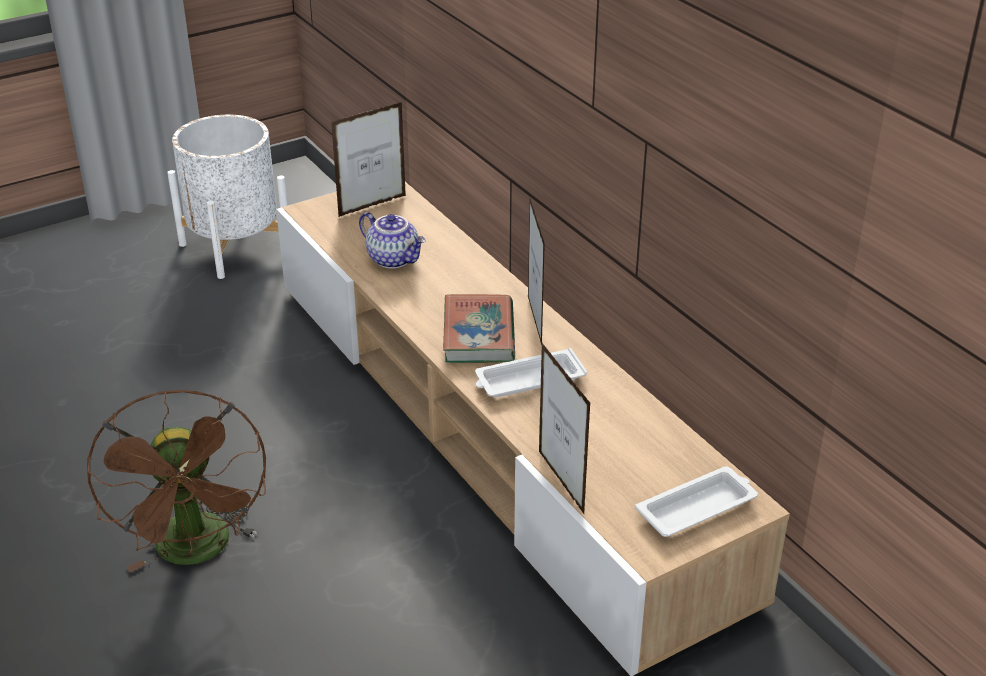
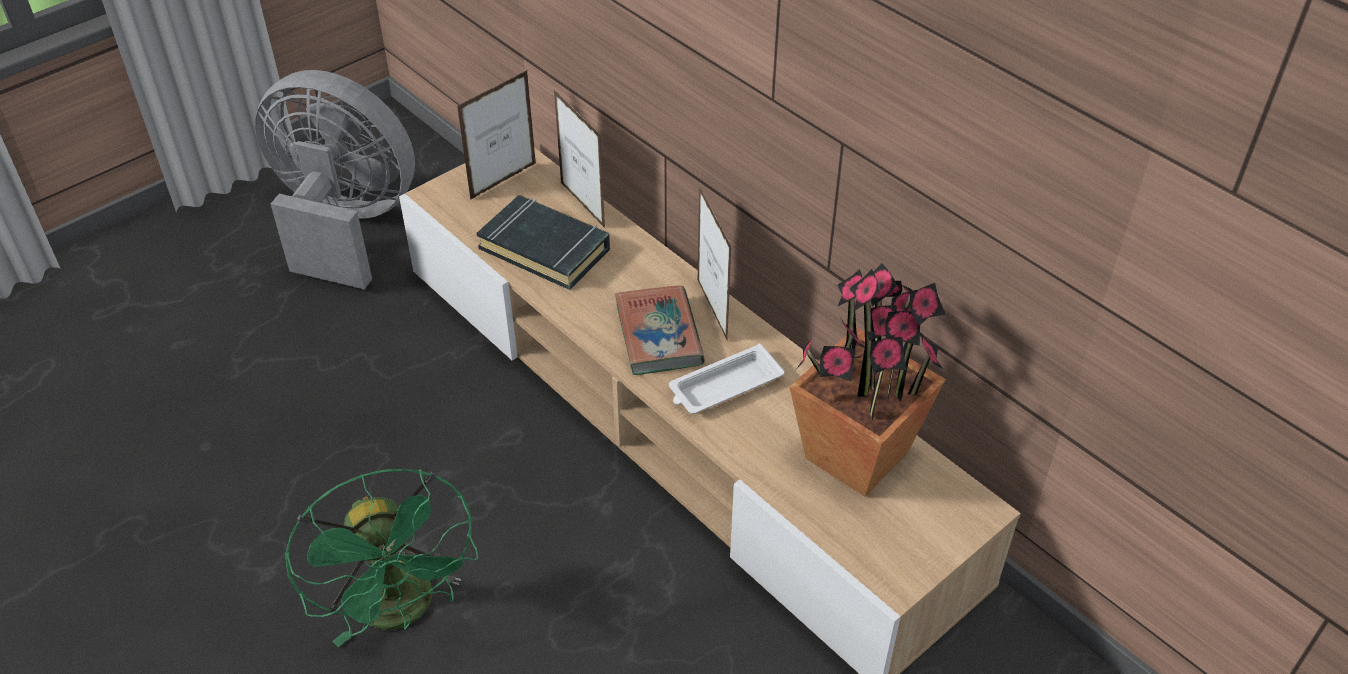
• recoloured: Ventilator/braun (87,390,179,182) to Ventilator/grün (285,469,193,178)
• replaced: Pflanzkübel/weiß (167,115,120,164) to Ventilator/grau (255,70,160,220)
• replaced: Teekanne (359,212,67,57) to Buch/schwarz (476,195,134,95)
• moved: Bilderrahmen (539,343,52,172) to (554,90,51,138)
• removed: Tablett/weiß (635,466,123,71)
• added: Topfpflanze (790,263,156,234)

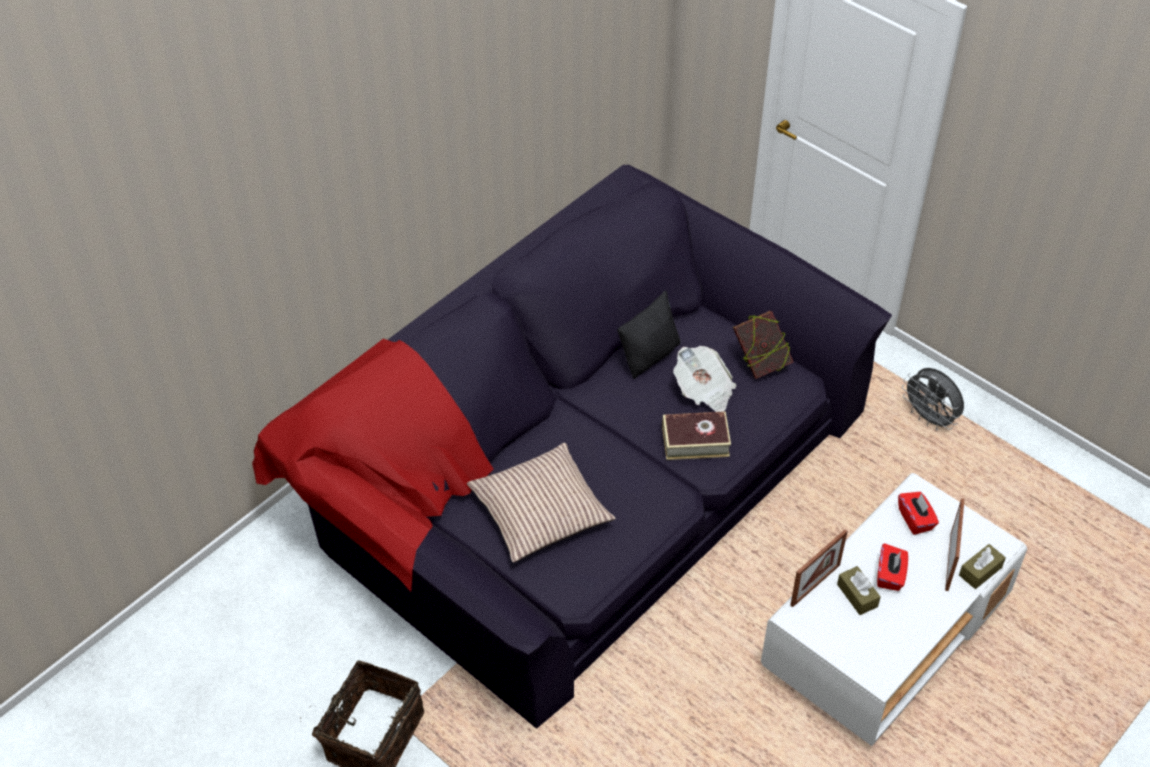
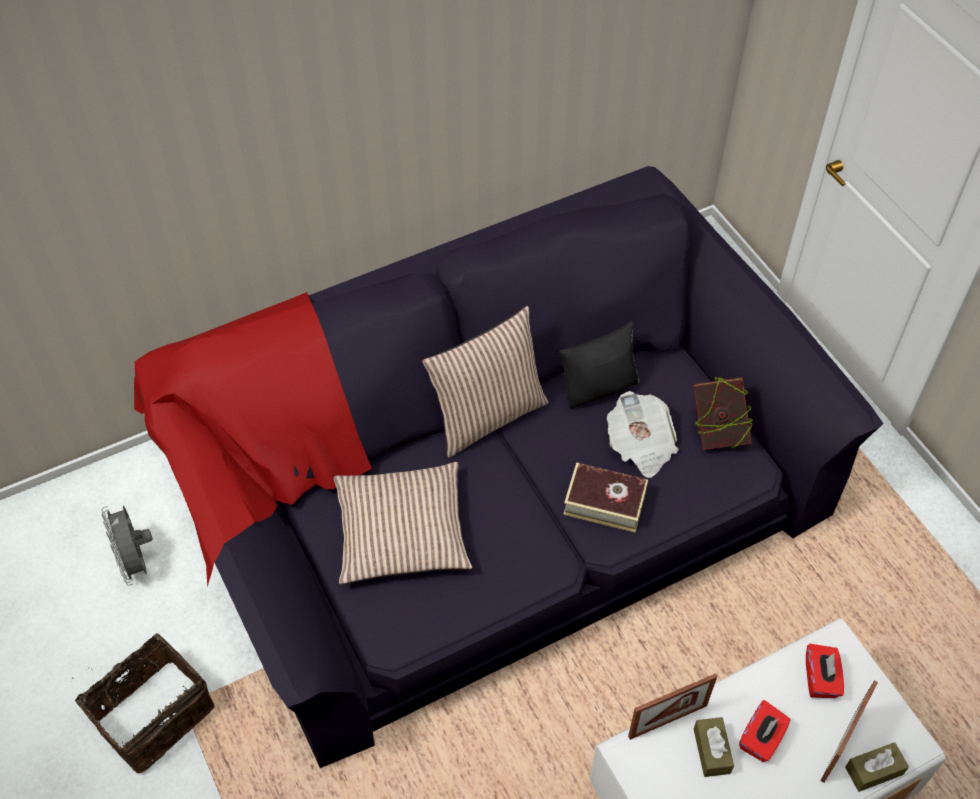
• moved: Ventilator/grau (902,368,62,63) to (101,506,52,80)
• added: Kissen (422,306,127,152)

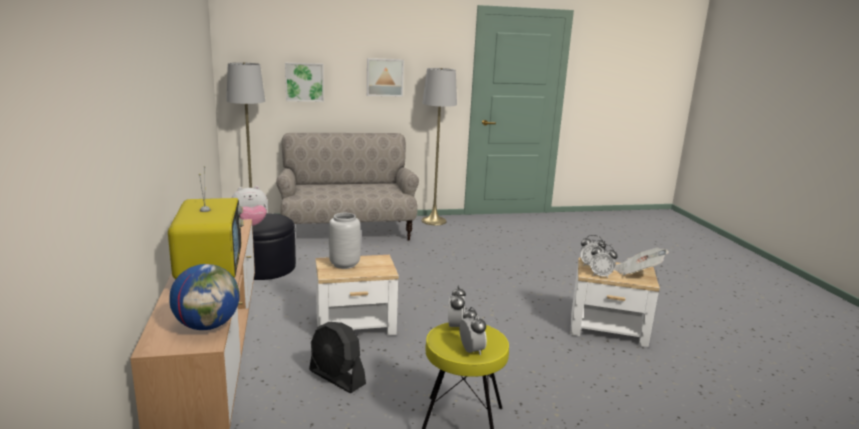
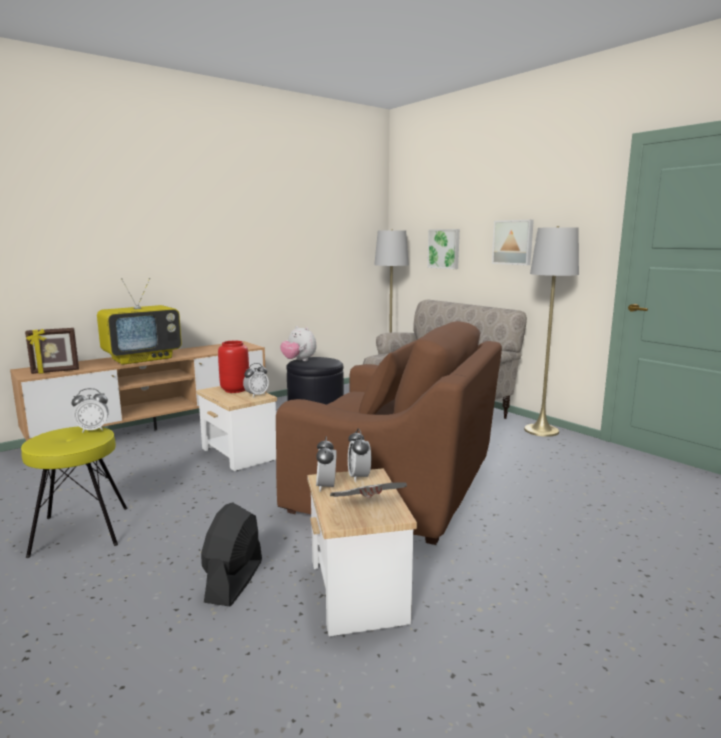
• replaced: Globus (169,264,71,66) to Bilderrahmen (25,328,54,46)
• moved: Ventilator/schwarz (309,322,57,71) to (201,502,61,104)
• recoloured: Vase/grau (329,213,32,56) to Vase/rot (218,341,31,52)
• moved: Wecker (459,307,28,48) to (243,363,26,34)
• added: Sessel/braun (276,321,226,224)

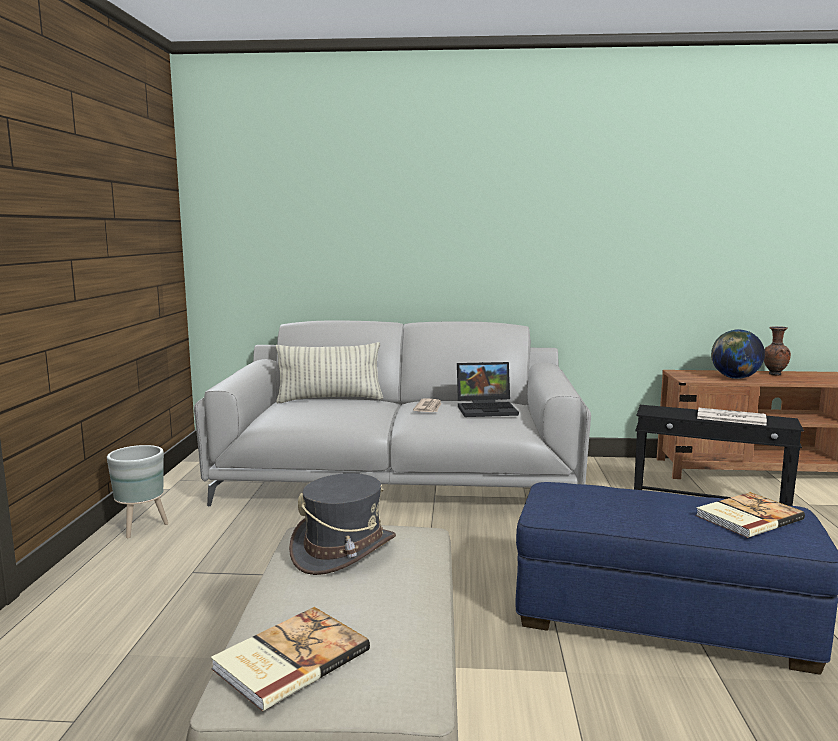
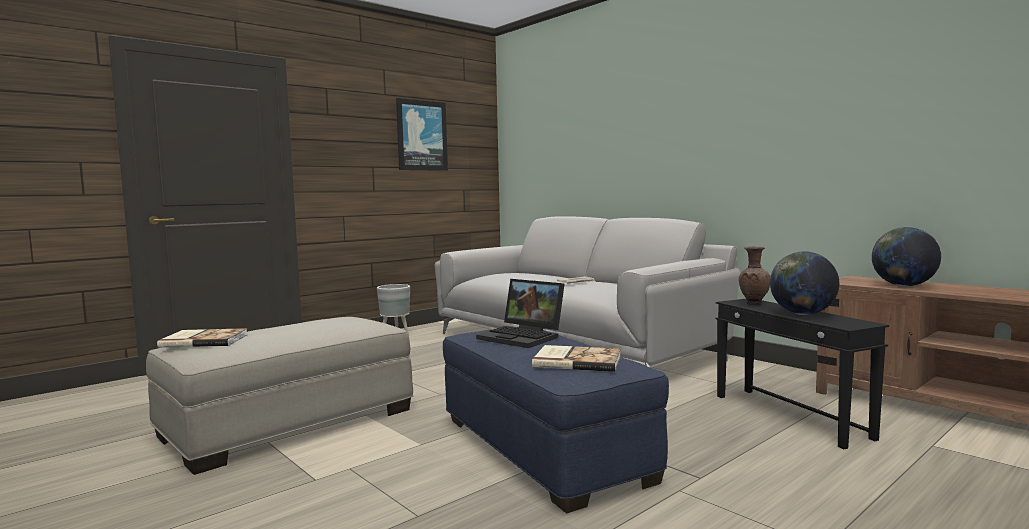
• removed: Kissen (276,342,108,61)
• removed: Hut/grau (289,473,107,102)
• moved: Laptop (457,362,62,55) to (476,279,89,69)
• replaced: Zeitung (697,408,70,18) to Globus (770,251,69,64)
• moved: Vase/braun (764,326,27,50) to (739,246,31,59)
• added: Bild (396,98,52,73)

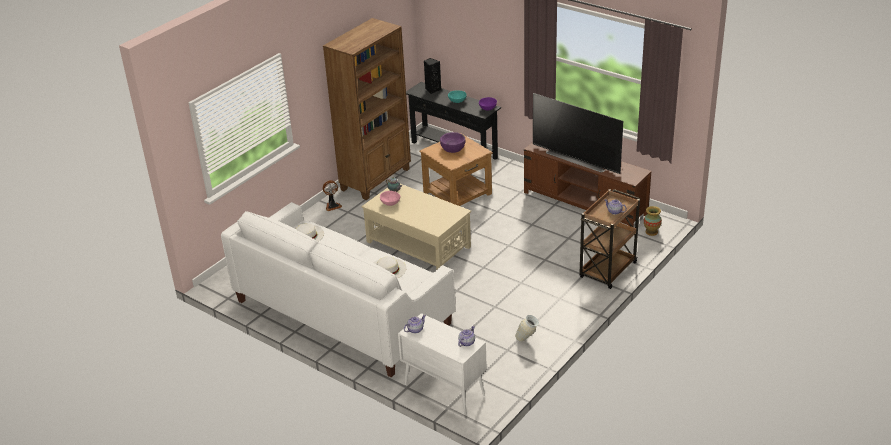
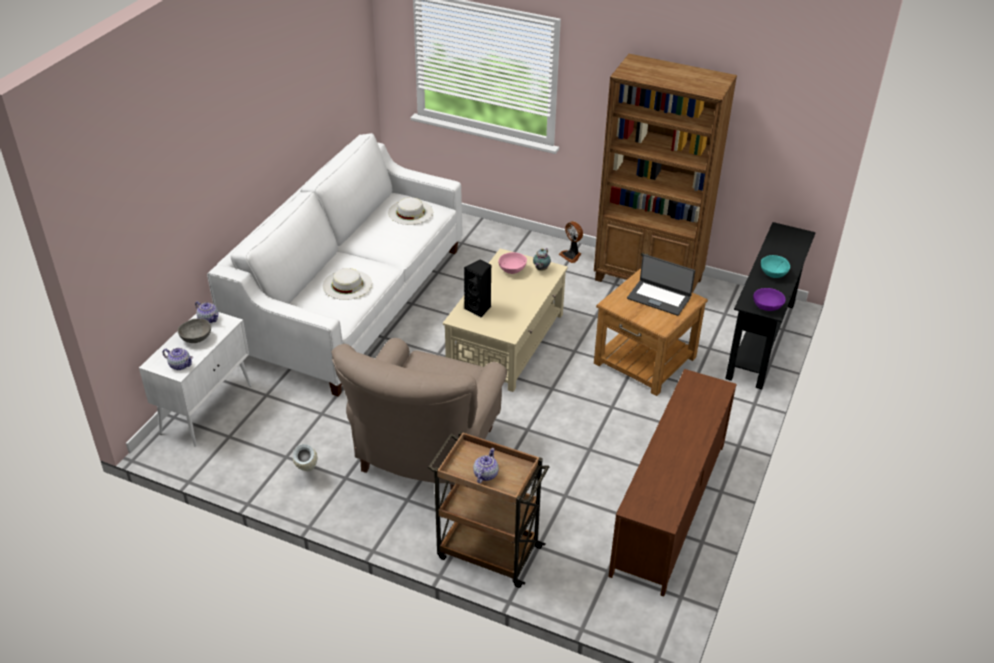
• moved: Lautsprecher/schwarz (424,58,17,36) to (464,260,28,58)
• replaced: Schüssel/lila (440,132,26,21) to Laptop (627,254,68,62)
• removed: Fernseher (533,93,90,81)
• removed: Vase (644,206,18,30)
• added: Schüssel/grau (178,318,33,25)
• added: Sessel/beige (332,338,175,151)

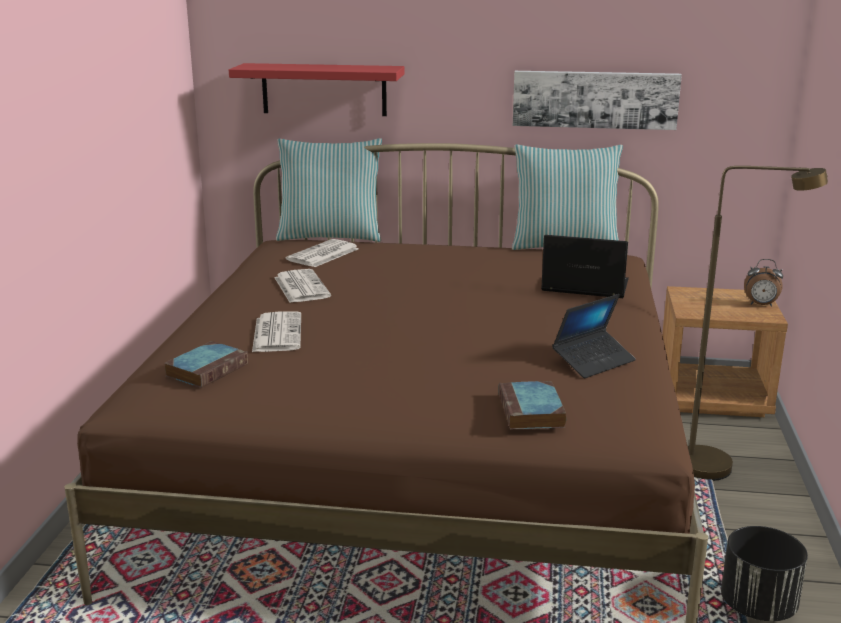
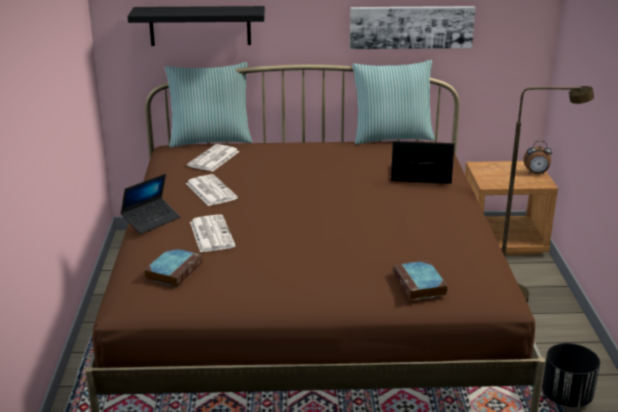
• recoloured: Wandregal/rot (229,63,176,53) to Wandregal/schwarz (127,6,138,40)
• moved: Laptop (552,294,84,84) to (120,174,60,60)

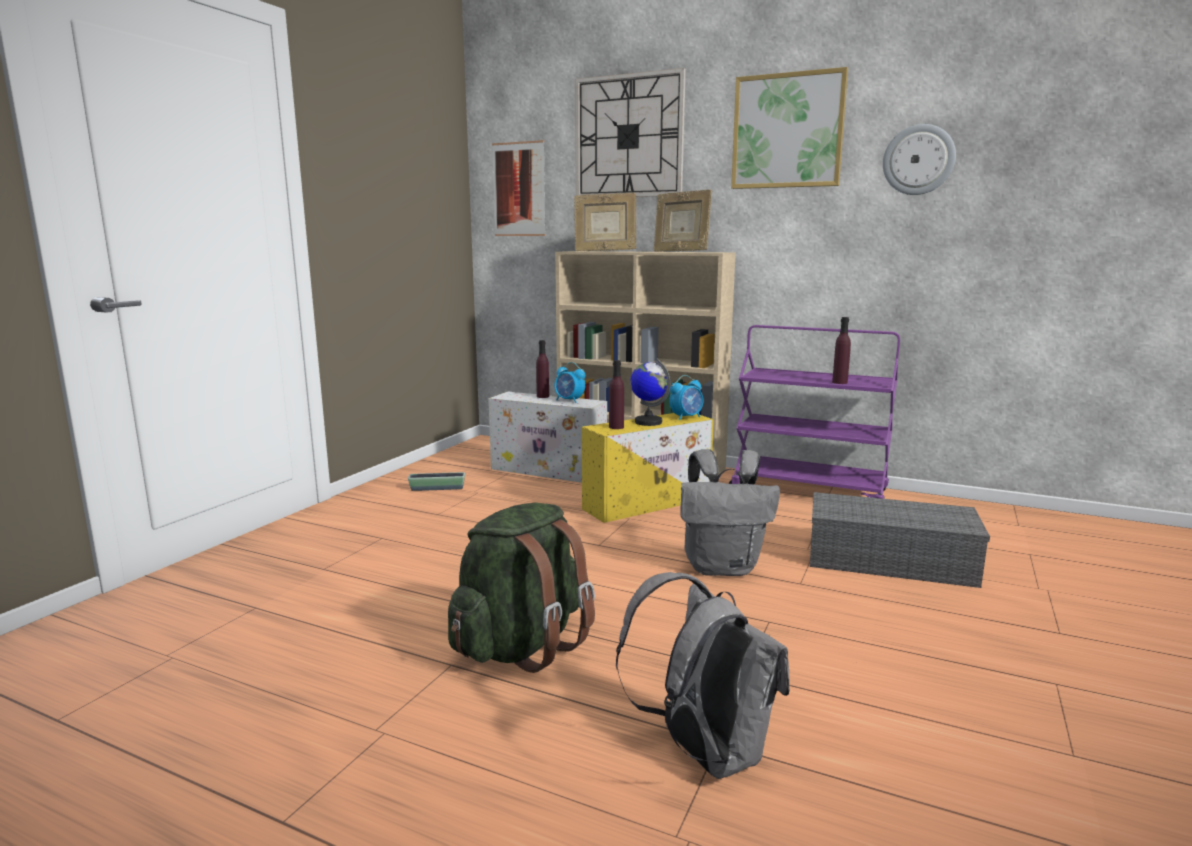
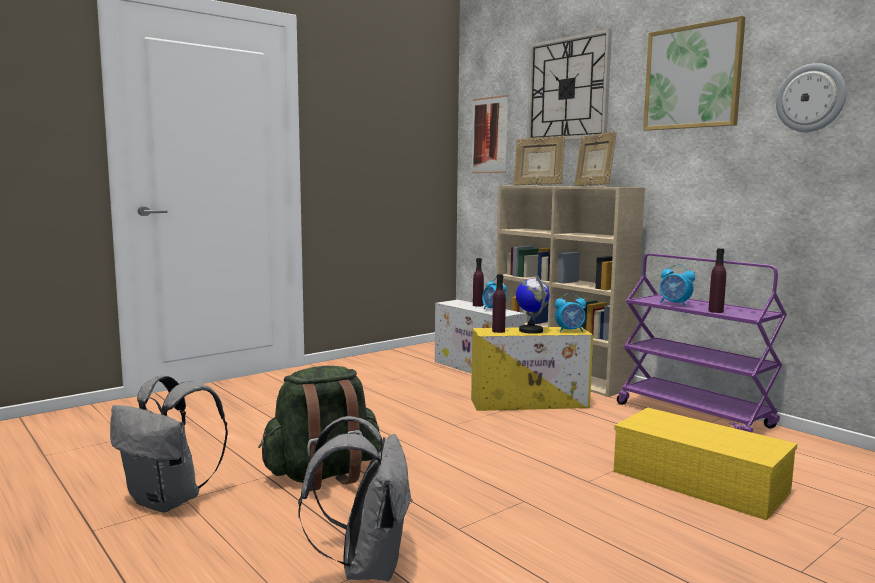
• removed: Pflanzkübel (408,472,57,19)
• moved: Rucksack/grau (681,449,99,127) to (110,375,118,138)
• recoloured: Aufbewahrungsbox/grau (810,492,180,96) to Aufbewahrungsbox/gelb (614,407,183,113)
• added: Wecker (660,264,35,42)

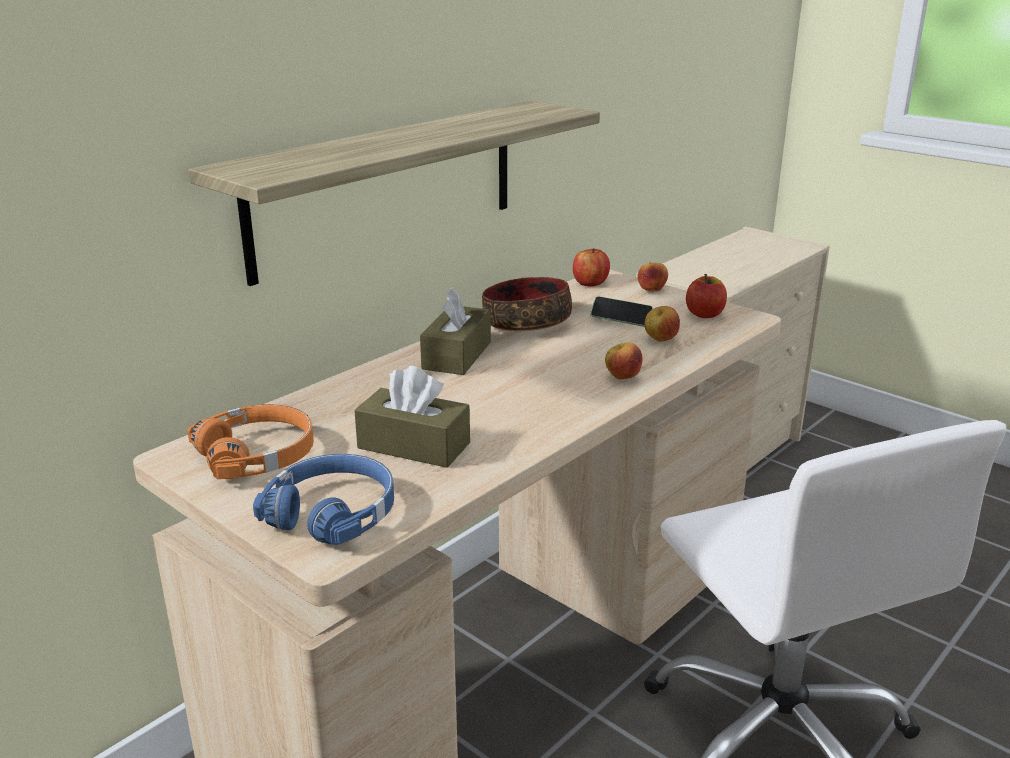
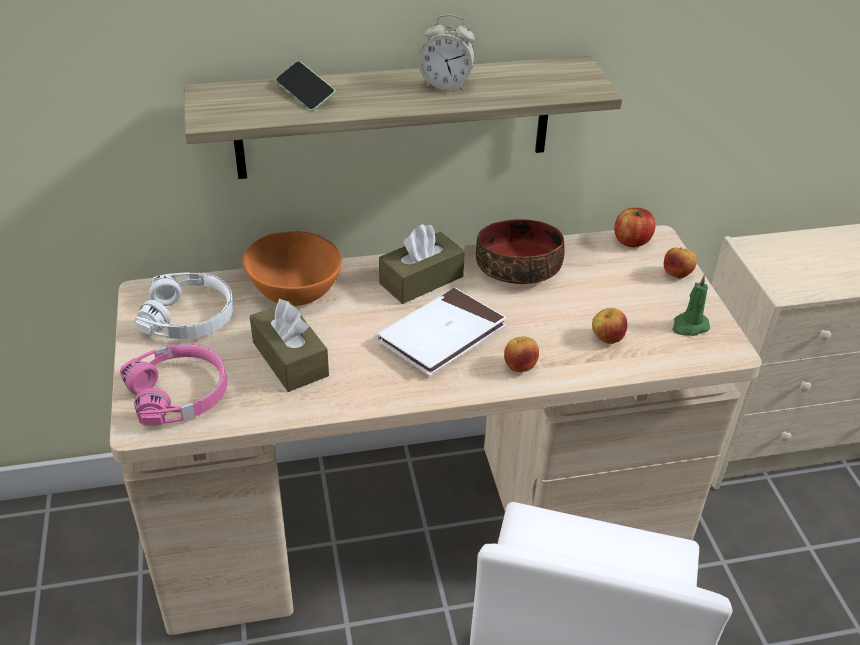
• recoloured: Kopfhörer/orange (187,404,127,75) to Kopfhörer/weiß (135,272,99,67)
• recoloured: Kopfhörer/blau (253,454,141,91) to Kopfhörer/rosa (120,343,107,83)
• moved: Handy (590,296,63,31) to (275,61,61,50)
• replaced: Apfel (686,274,41,44) to Kerze/grün (672,275,38,61)
• added: Schüssel/orange (242,231,100,75)
• added: Buch/weiß (377,287,130,89)
• added: Wecker (418,14,57,77)

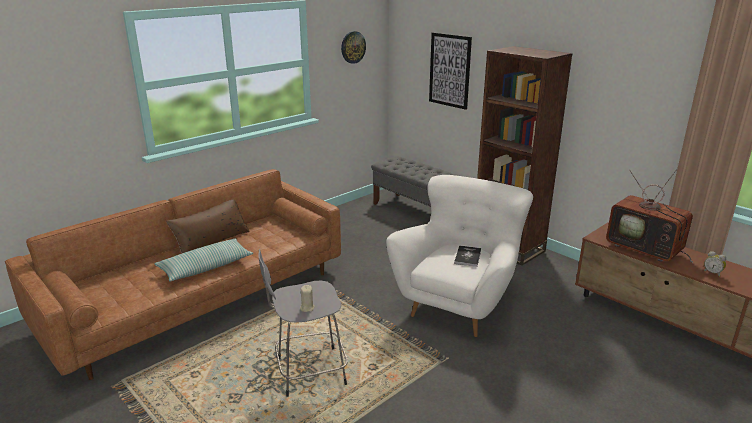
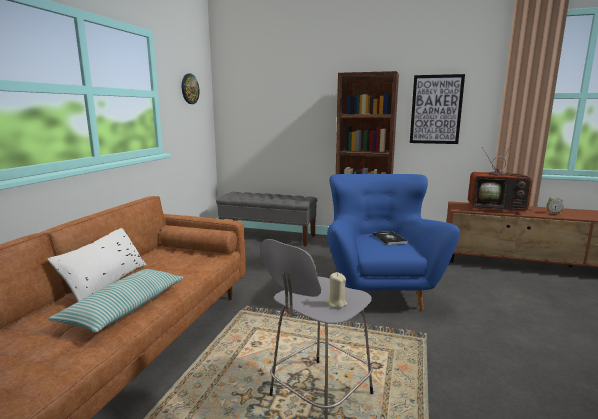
• recoloured: Kissen/braun (166,200,84,53) to Kissen/weiß (47,228,99,74)
• recoloured: Sessel/weiß (386,175,147,162) to Sessel/blau (327,174,133,136)
• moved: Bild (429,32,43,78) to (410,74,55,70)

